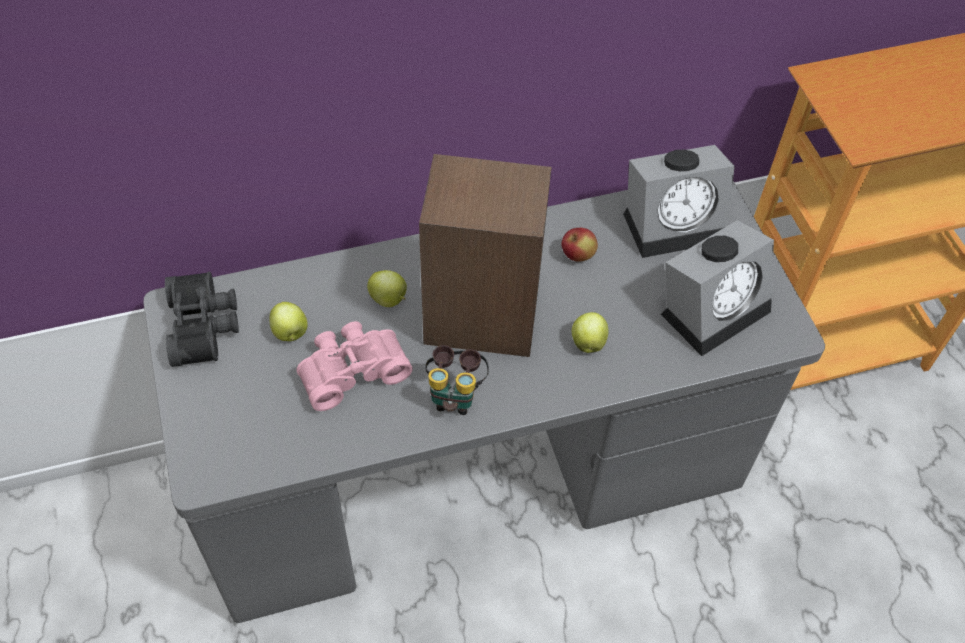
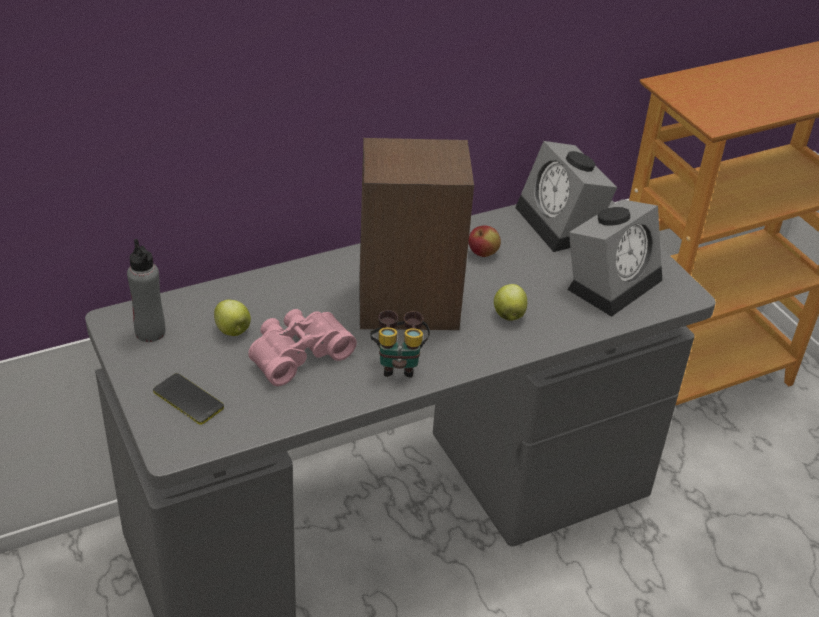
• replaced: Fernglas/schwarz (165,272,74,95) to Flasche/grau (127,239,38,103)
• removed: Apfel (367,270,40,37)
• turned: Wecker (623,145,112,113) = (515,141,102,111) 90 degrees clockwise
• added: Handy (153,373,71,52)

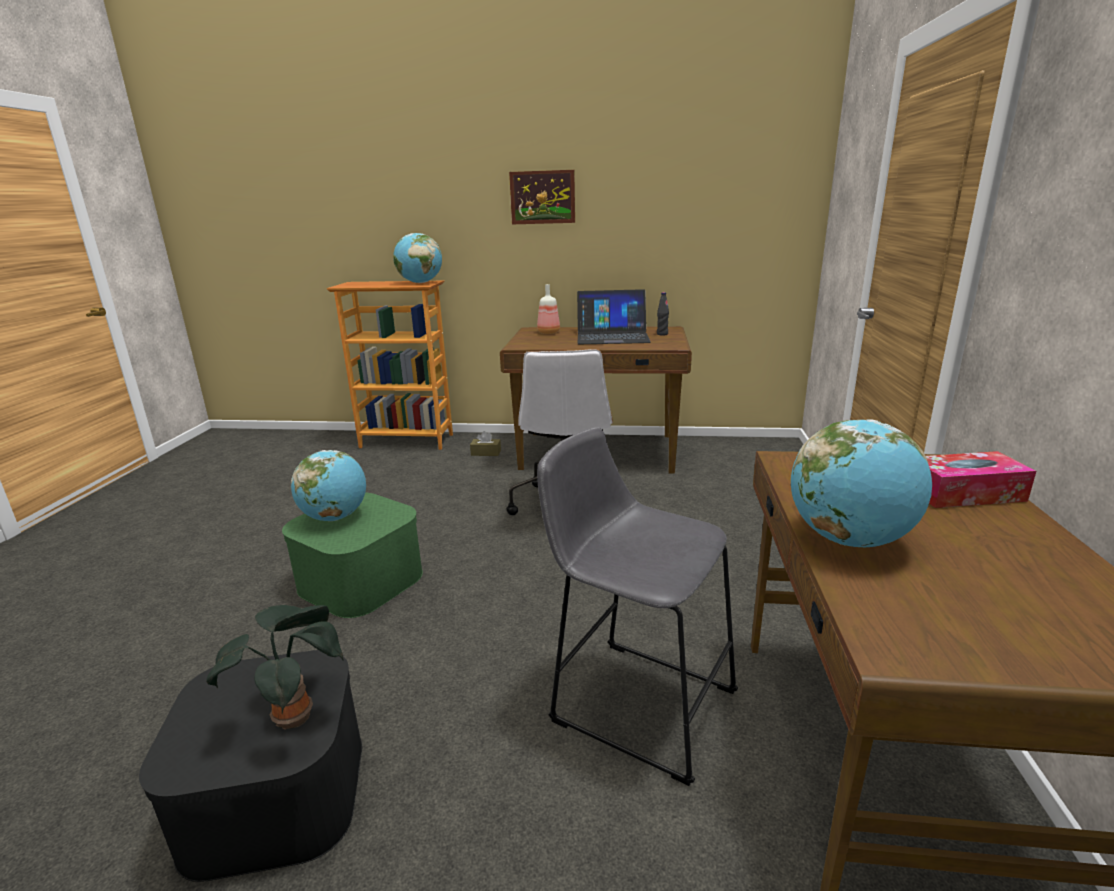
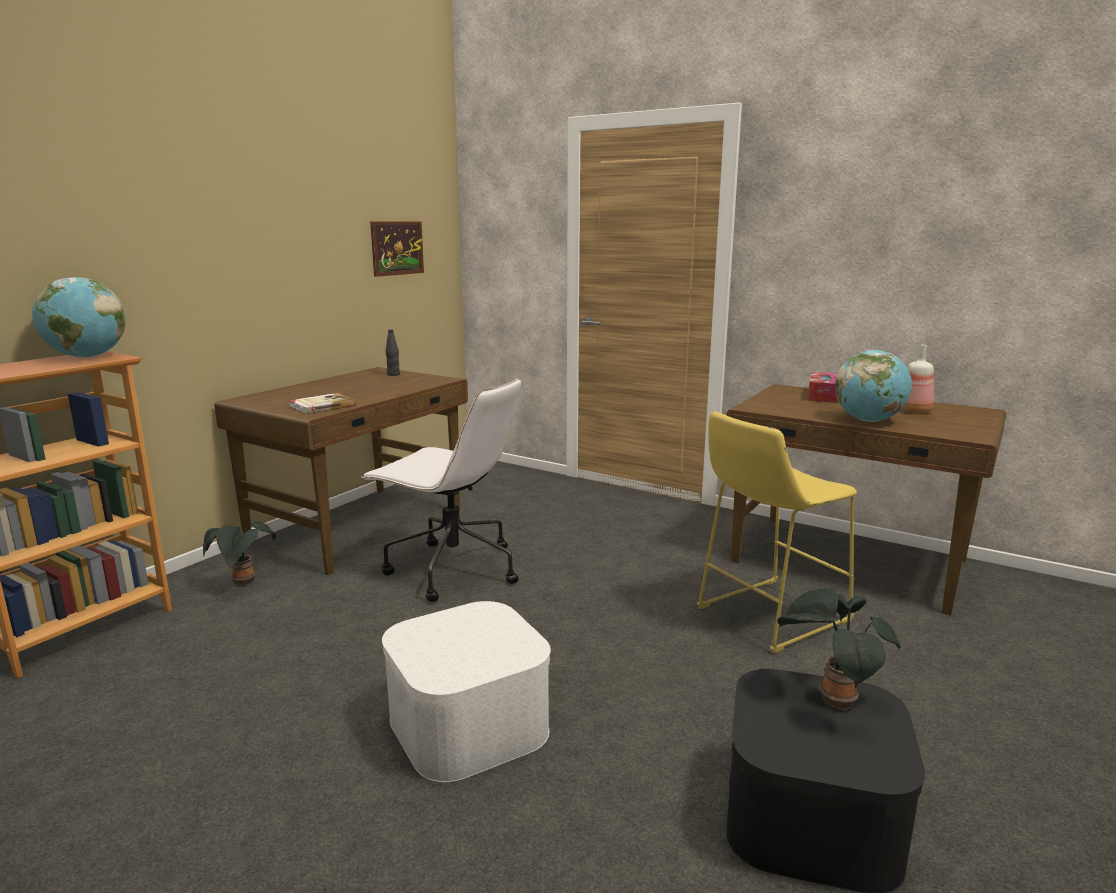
• recoloured: Aufbewahrungsbox/grün (282,492,141,126) to Aufbewahrungsbox/weiß (382,601,169,181)
• removed: Globus (291,450,75,71)
• replaced: Taschentuchbox/braun (470,431,31,25) to Topfpflanze (203,521,73,64)
• moved: Bild (509,170,66,54) to (370,221,54,56)
• moved: Flasche (537,284,23,50) to (901,345,33,68)
• recoloured: Hocker/grau (537,427,201,359) to Hocker/gelb (697,411,160,243)
• removed: Laptop (577,289,74,55)
• added: Buch (289,393,67,21)

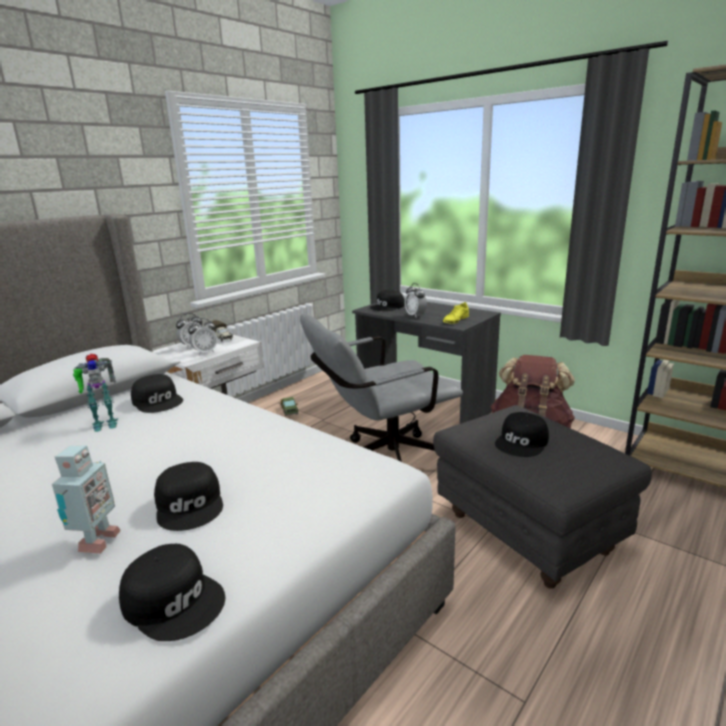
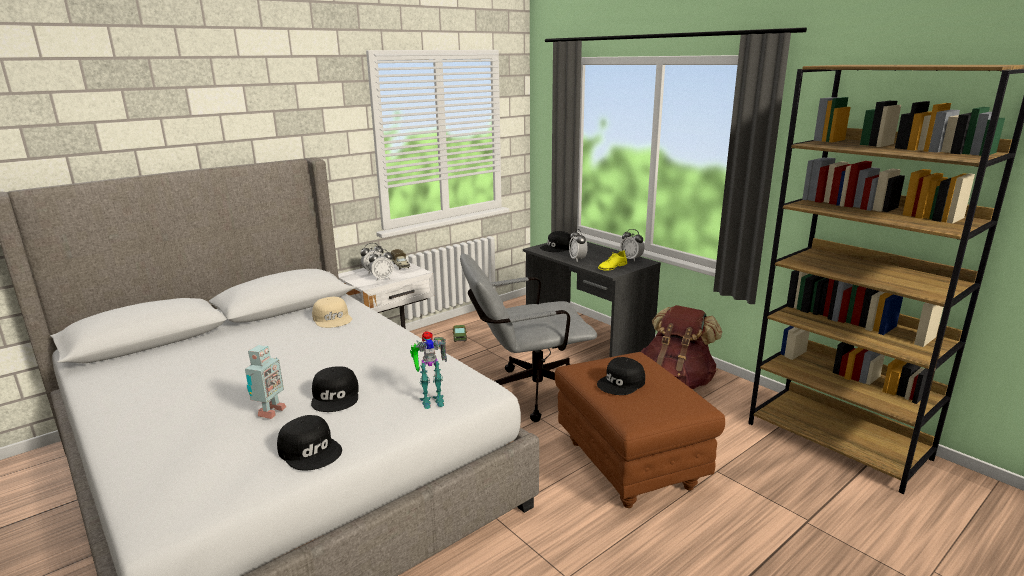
• moved: Spielzeugroboter (73,354,45,78) to (410,331,37,78)
• recoloured: Kappe/schwarz (131,374,52,39) to Kappe/beige (312,297,40,31)
• recoloured: Polsterhocker/grau (433,405,219,184) to Polsterhocker/braun (555,352,170,156)
• added: Wecker (620,229,24,32)

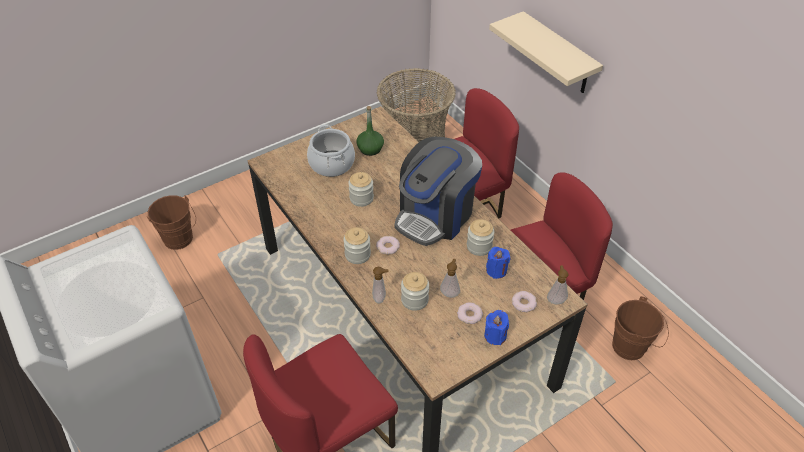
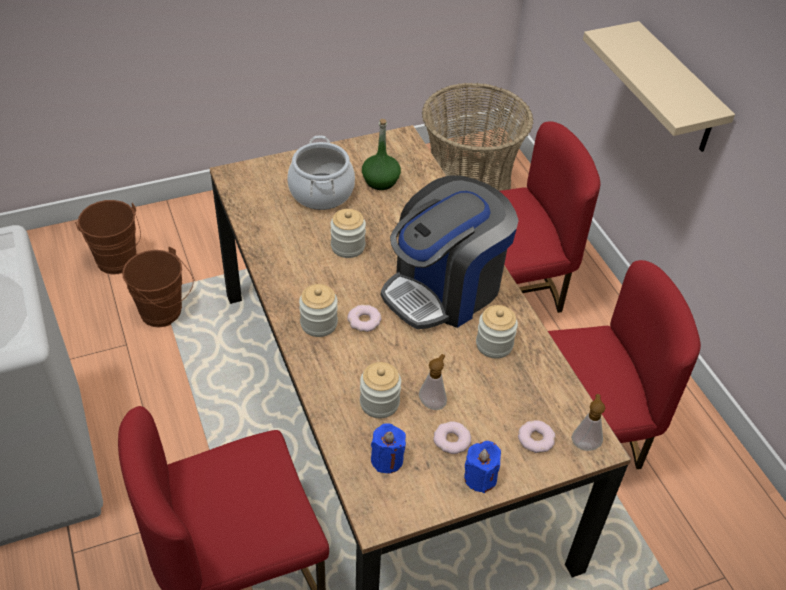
• removed: Seifenspender (372,267,17,37)
• moved: Kerze/blau (486,247,24,32) to (371,423,35,51)
• moved: Eimer/braun (612,296,57,64) to (122,247,72,81)

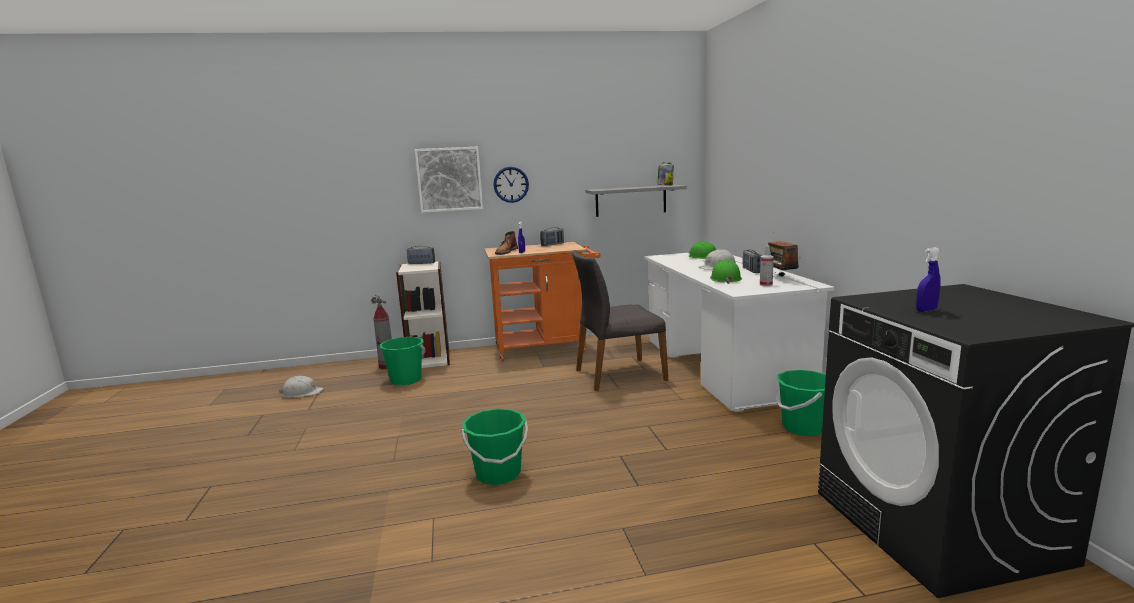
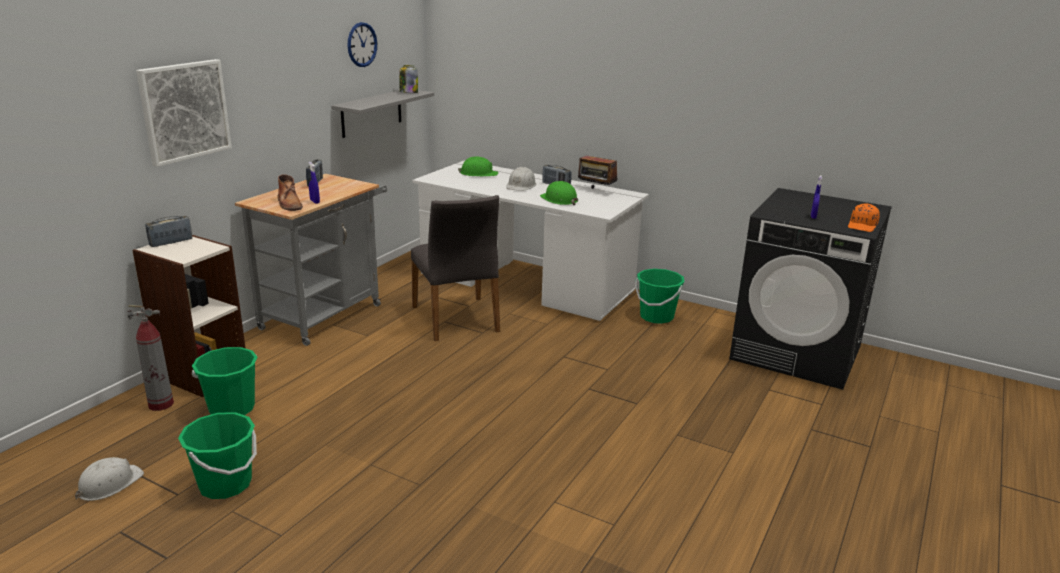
• moved: Eimer/grün (462,408,66,77) to (178,412,79,87)
• recoloured: Rollwagen/orange (484,242,117,120) to Rollwagen/grau (235,174,152,172)
• moved: Wanduhr (493,167,36,36) to (347,22,30,45)
• turned: Stuhl/grau (572,250,96,141) = (411,195,89,146) 45 degrees counterclockwise
• removed: Sprühflasche (760,245,14,41)
• added: Kappe/orange (848,204,32,28)

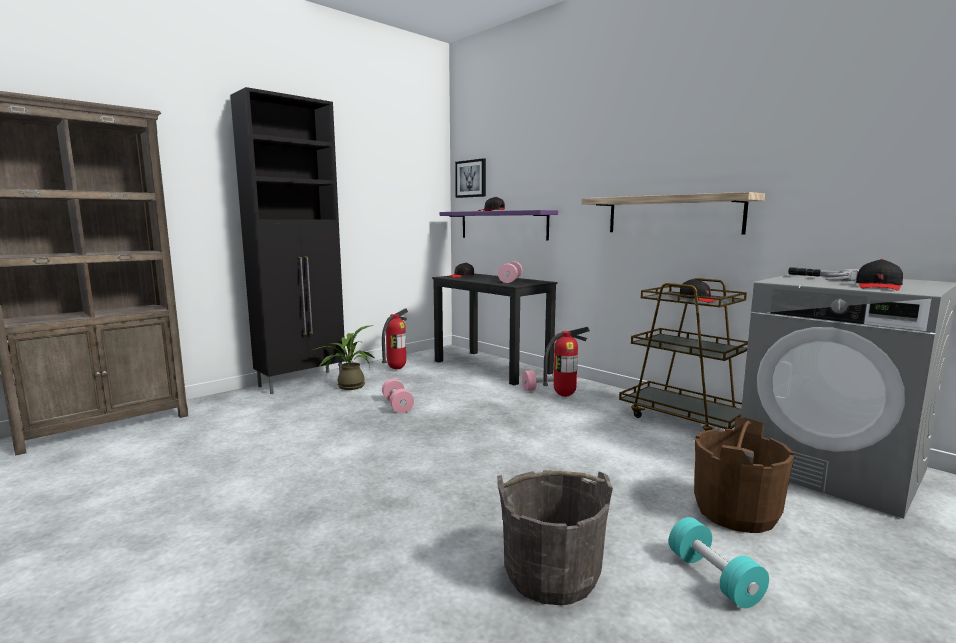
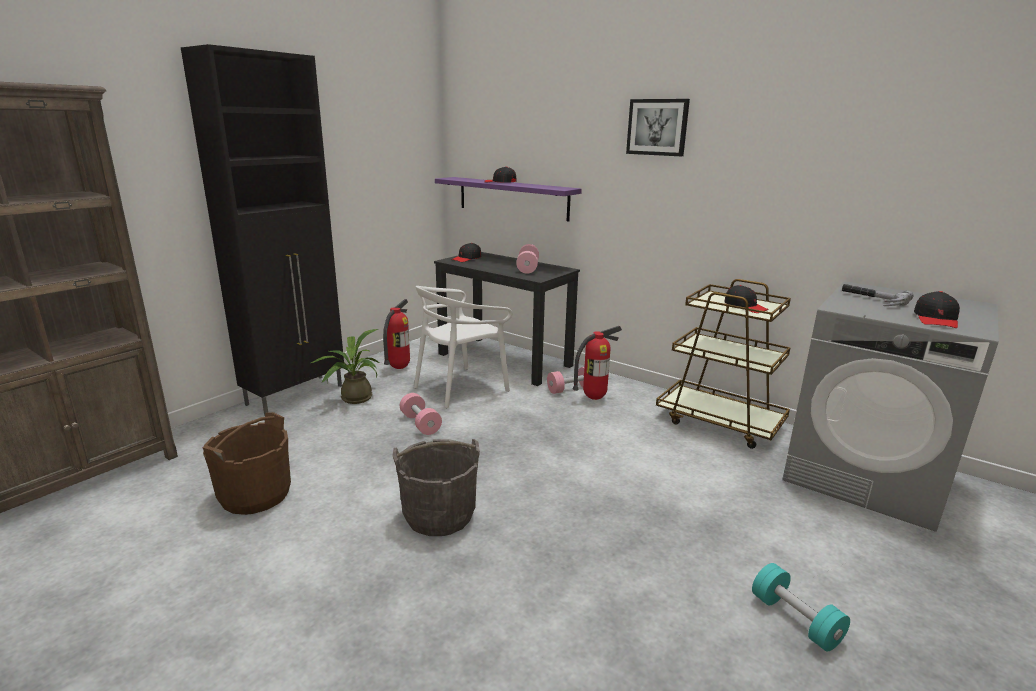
• moved: Bild (455,158,31,40) to (626,99,64,57)
• moved: Eimer/grau (497,470,116,135) to (393,439,87,97)
• removed: Wandregal (581,192,184,43)
• moved: Eimer/braun (694,418,100,115) to (202,412,89,103)
• added: Stuhl/weiß (414,286,98,122)

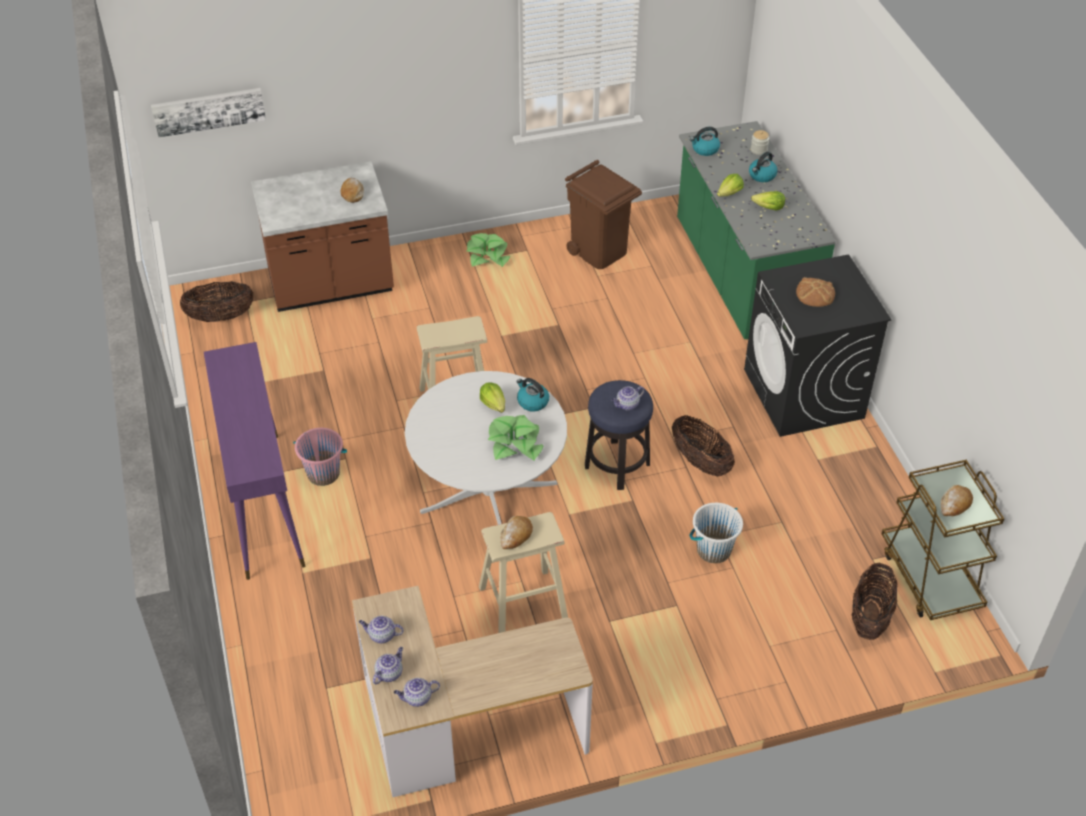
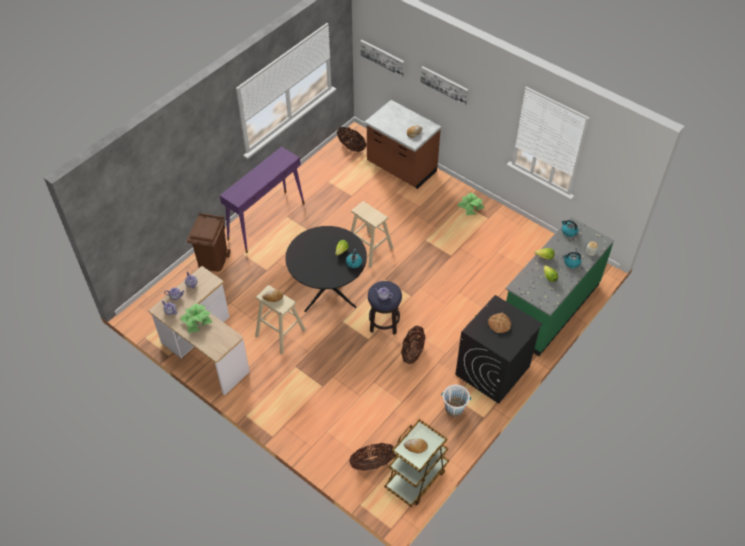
• removed: Eimer/rosa (293,428,54,58)
• recoloured: Esstisch/weiß (405,371,162,154) to Esstisch/schwarz (285,226,82,86)
• moved: Topfpflanze (488,415,55,45) to (180,304,33,29)
• moved: Mülleimer/braun (565,160,77,109) to (187,213,43,59)
• moved: Eimer/weiß (690,503,53,60) to (441,385,30,32)
• added: Bild (420,66,48,39)

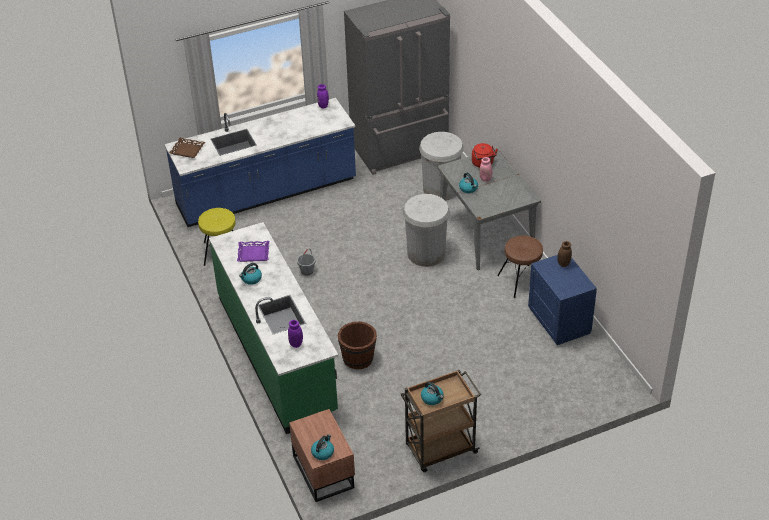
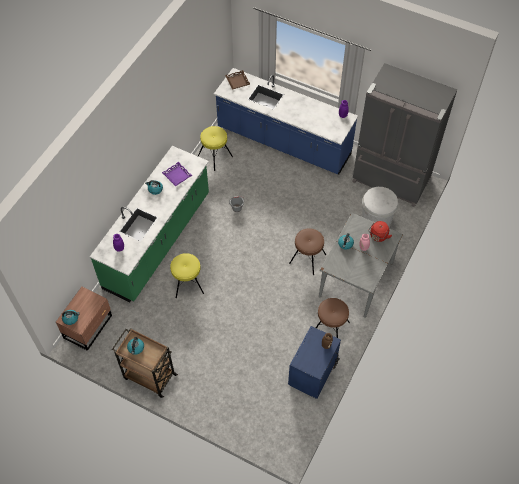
• replaced: Eimer/braun (338,321,39,48) to Hocker/gelb (170,253,34,45)
• replaced: Mülleimer/weiß (403,194,47,73) to Hocker/braun (289,228,37,47)

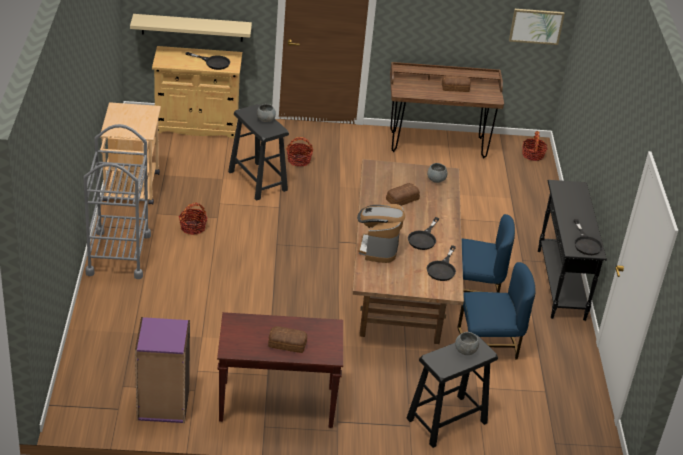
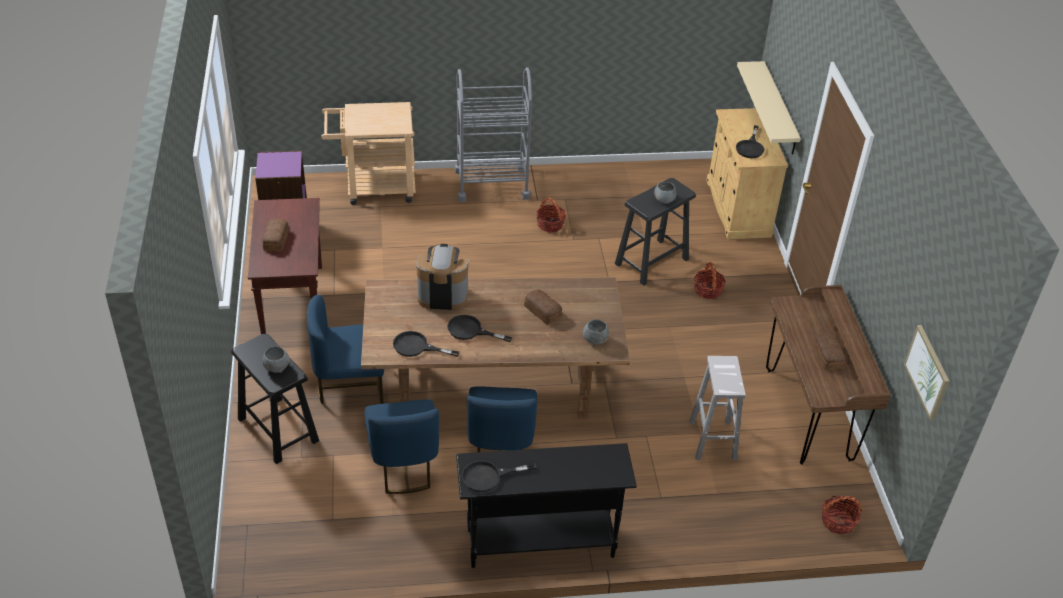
• moved: Rollwagen/beige (100,102,61,103) to (322,102,94,103)
• added: Stuhl/blau (307,295,77,109)
• added: Hocker/weiß (689,356,57,104)

